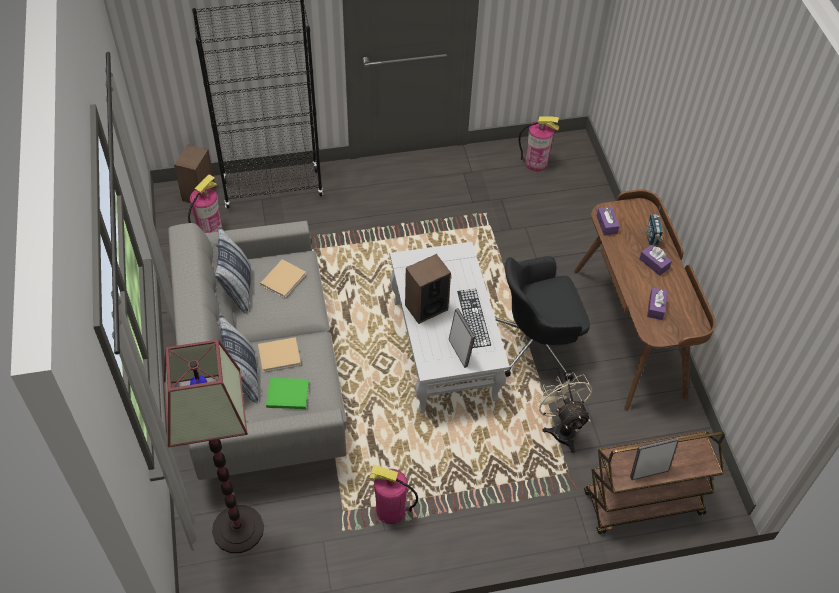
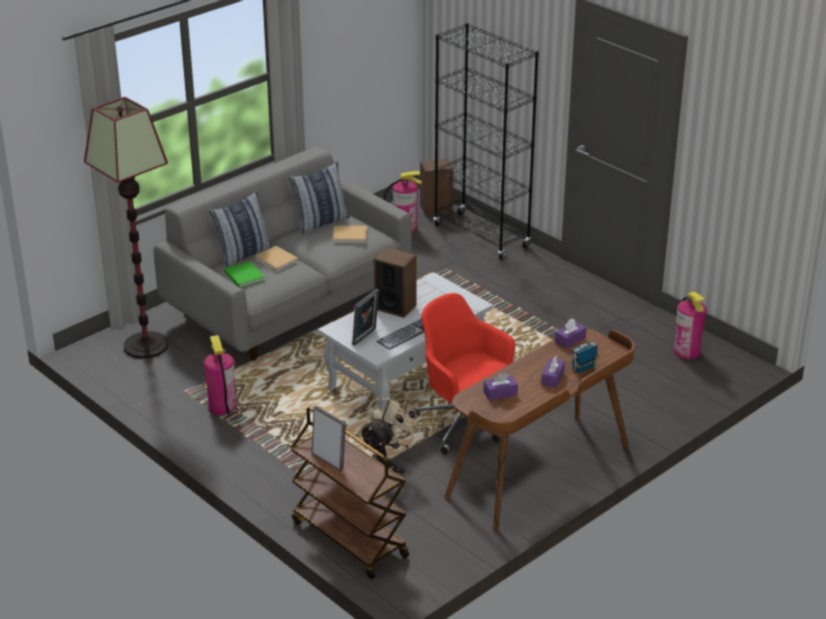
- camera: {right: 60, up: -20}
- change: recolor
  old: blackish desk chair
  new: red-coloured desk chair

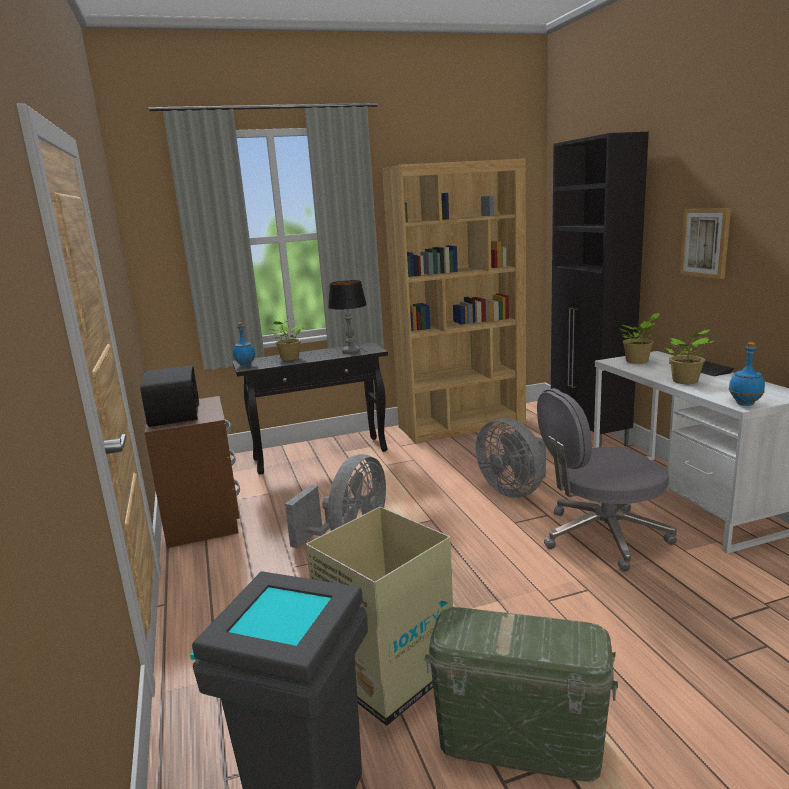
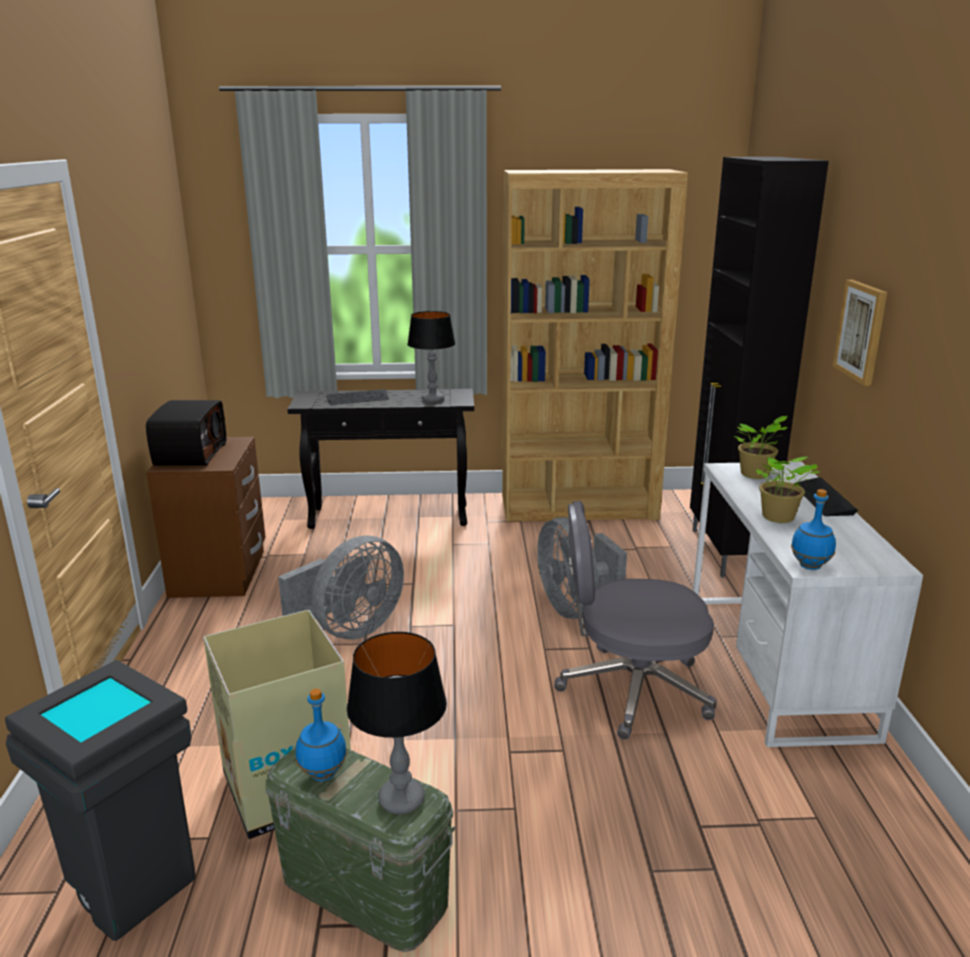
- camera: {right: 15, up: 5}
- change: move
  old: blue-coloured bottle (1st from left)
- change: replace
  old: potted plant (1st from left)
  new: computer keyboard (1st from left)
- change: insert
  new: lamp for a table (1st from left)

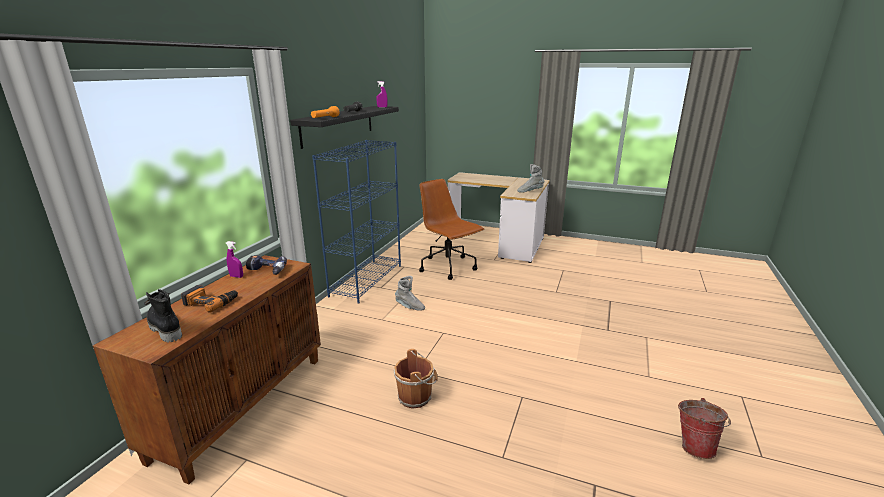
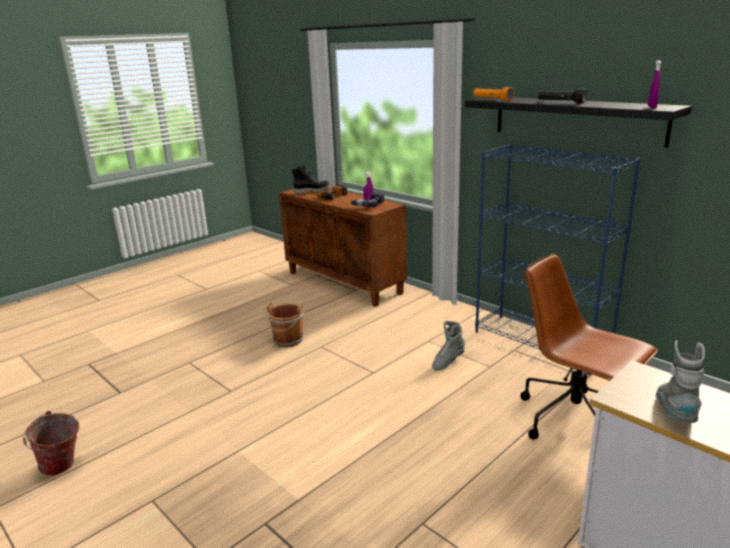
- camera: {right: 115, up: 0}
- change: rotate
  old: brown-coloured desk chair
  degrees: -120

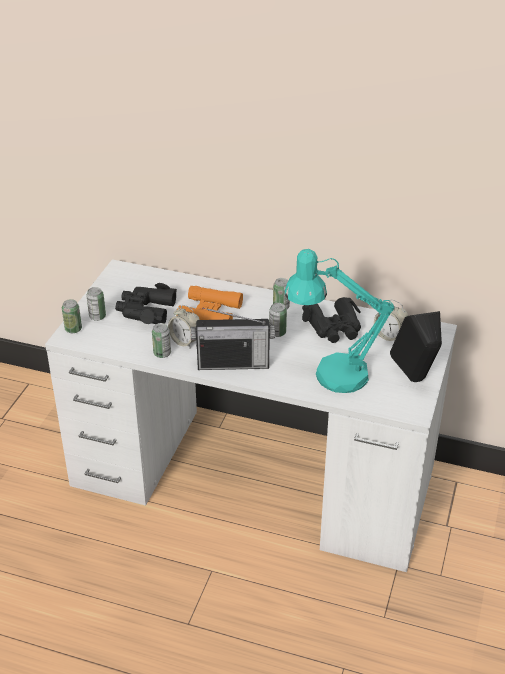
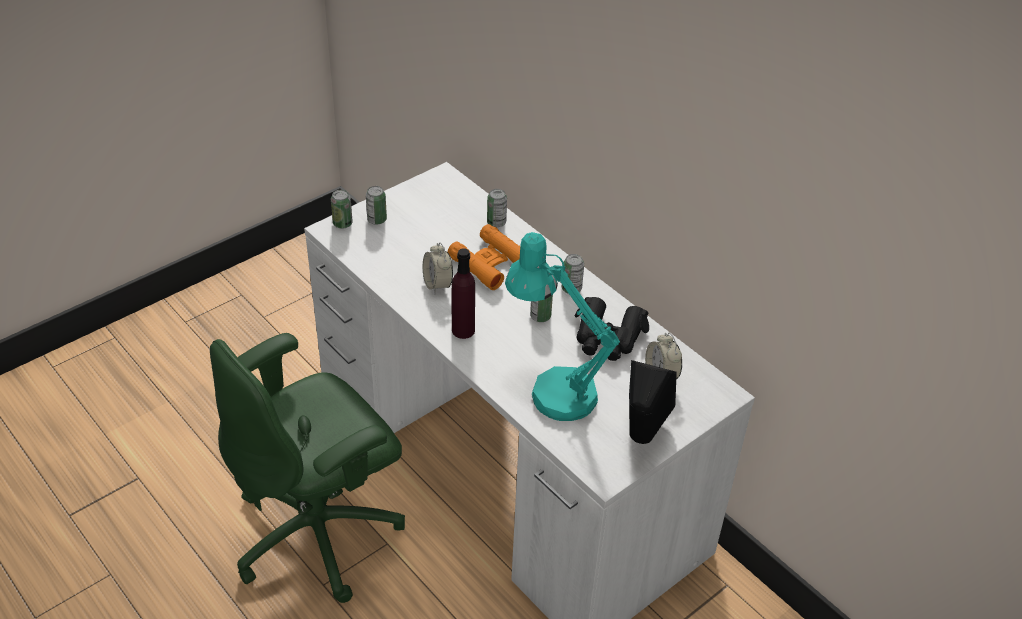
- camera: {right: 30, up: 5}
- change: delete
  old: blackish binoculars (1st from left)
- change: move
  old: metal can (3rd from left)
- change: replace
  old: radio receiver
  new: purplish bottle
- change: insert
  new: green desk chair

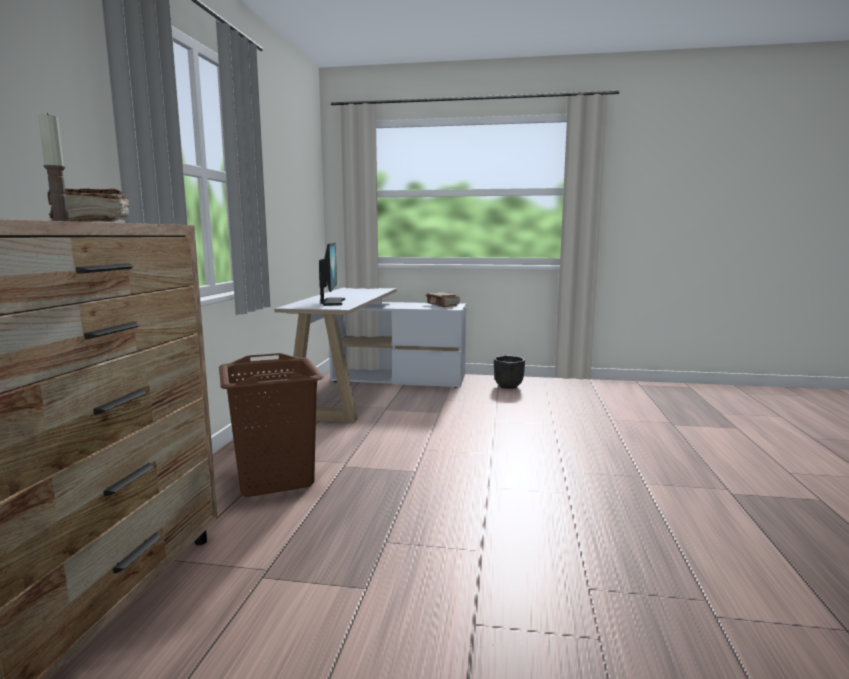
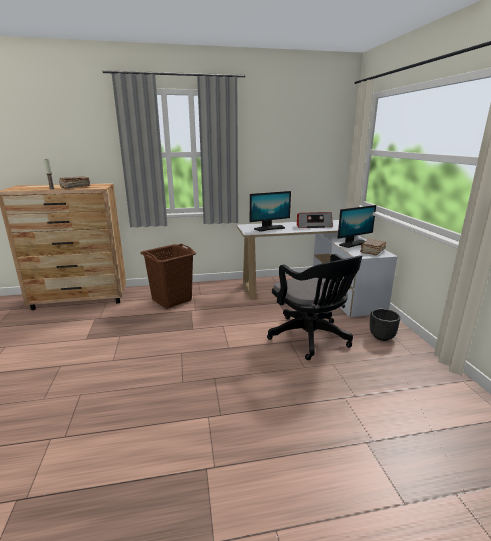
- camera: {right: 70, up: 10}
- change: insert
  new: blackish desk chair
- change: insert
  new: radio receiver
- change: insert
  new: monitor (2nd from left)

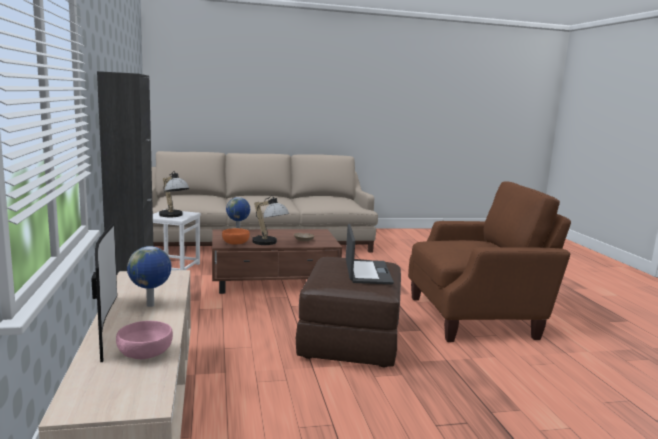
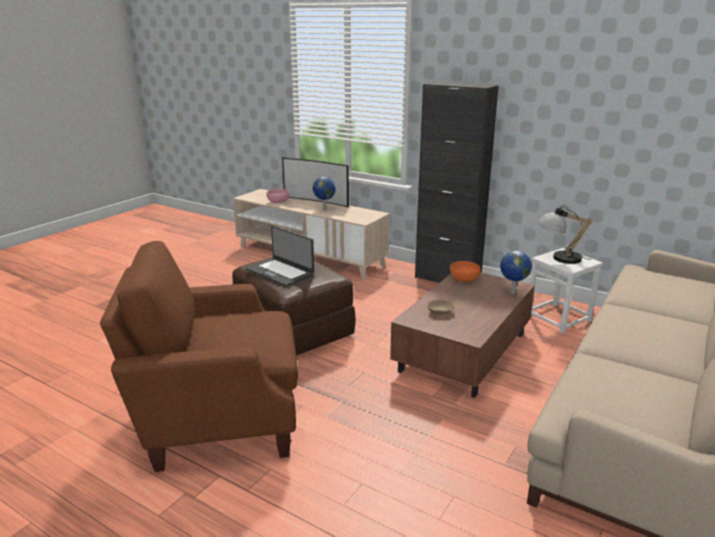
- camera: {right: 135, up: 10}
- change: delete
  old: lamp for a table (2nd from left)
- change: rotate
  old: brown-coloured armchair
  degrees: 45

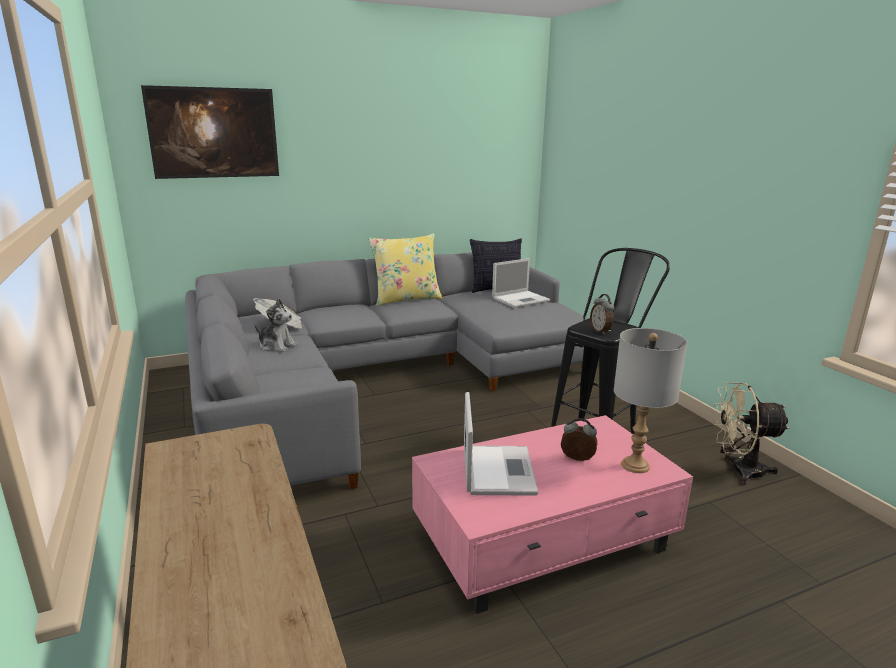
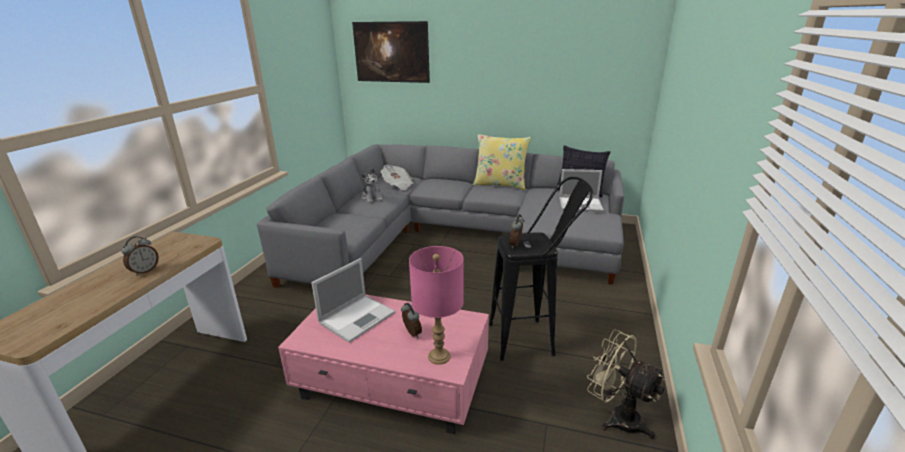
- camera: {right: 40, up: 5}
- change: recolor
  old: gray lamp for a table
  new: pinkish lamp for a table
- change: insert
  new: bedside clock (1st from left)

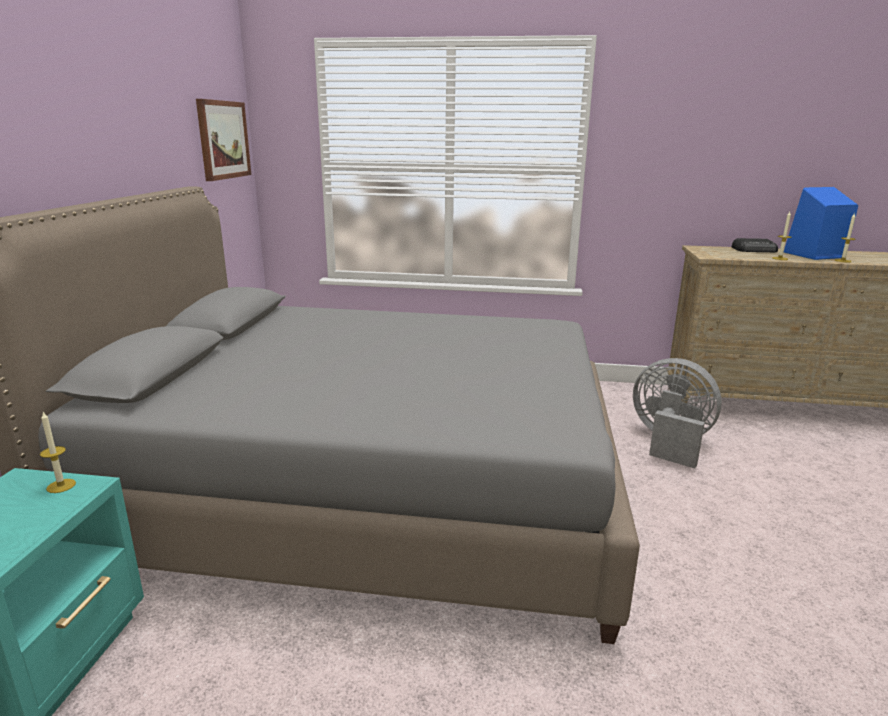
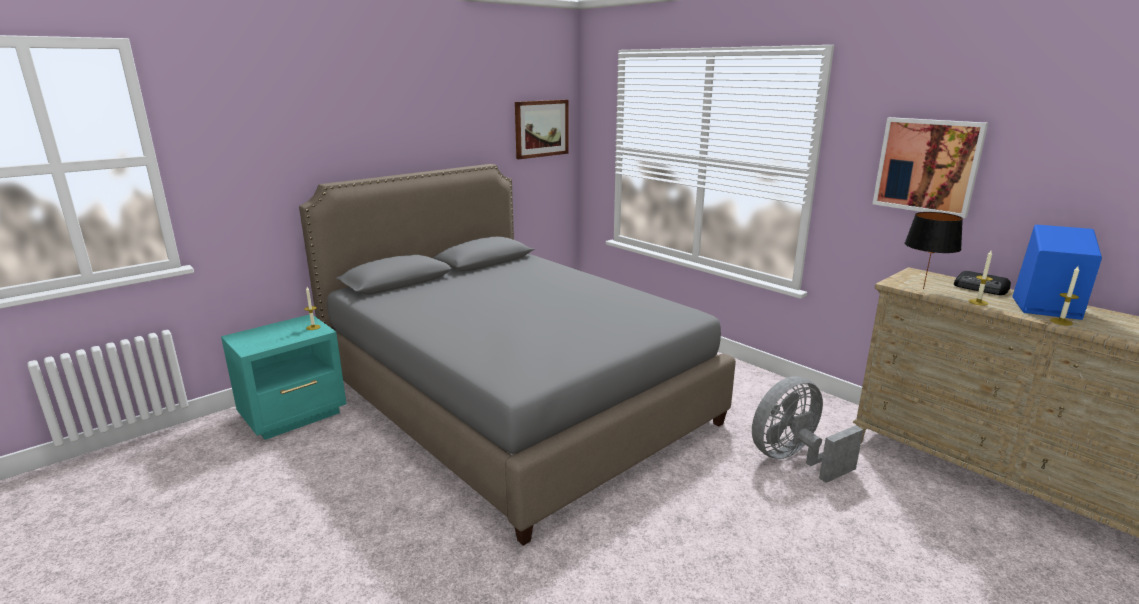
- camera: {right: 40, up: 0}
- change: rotate
  old: gray cooling fan
  degrees: -105
- change: insert
  new: wall picture (2nd from left)
- change: insert
  new: blackish lamp for a table

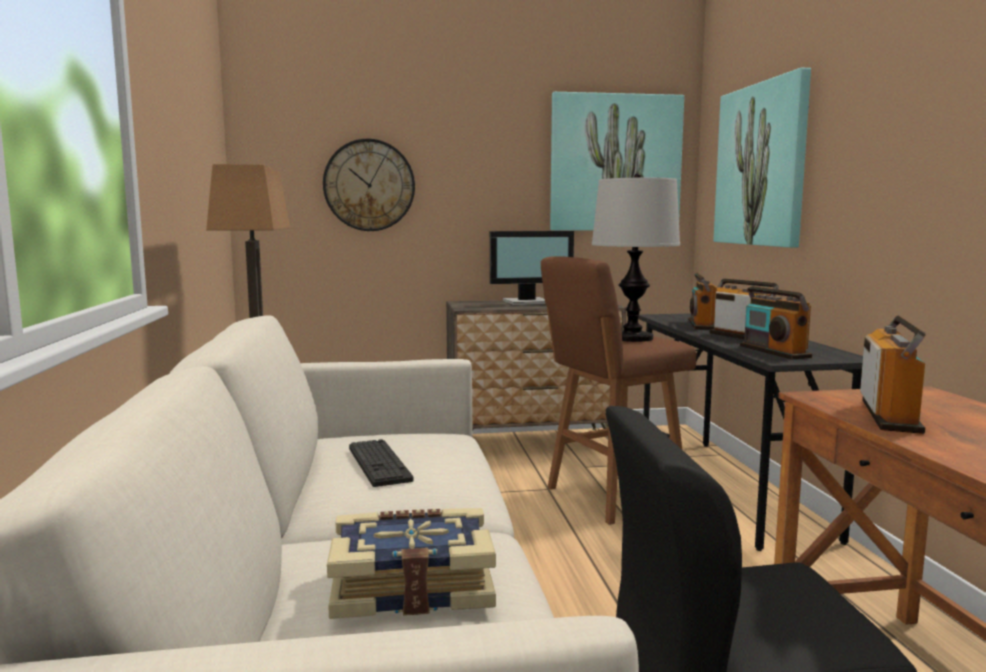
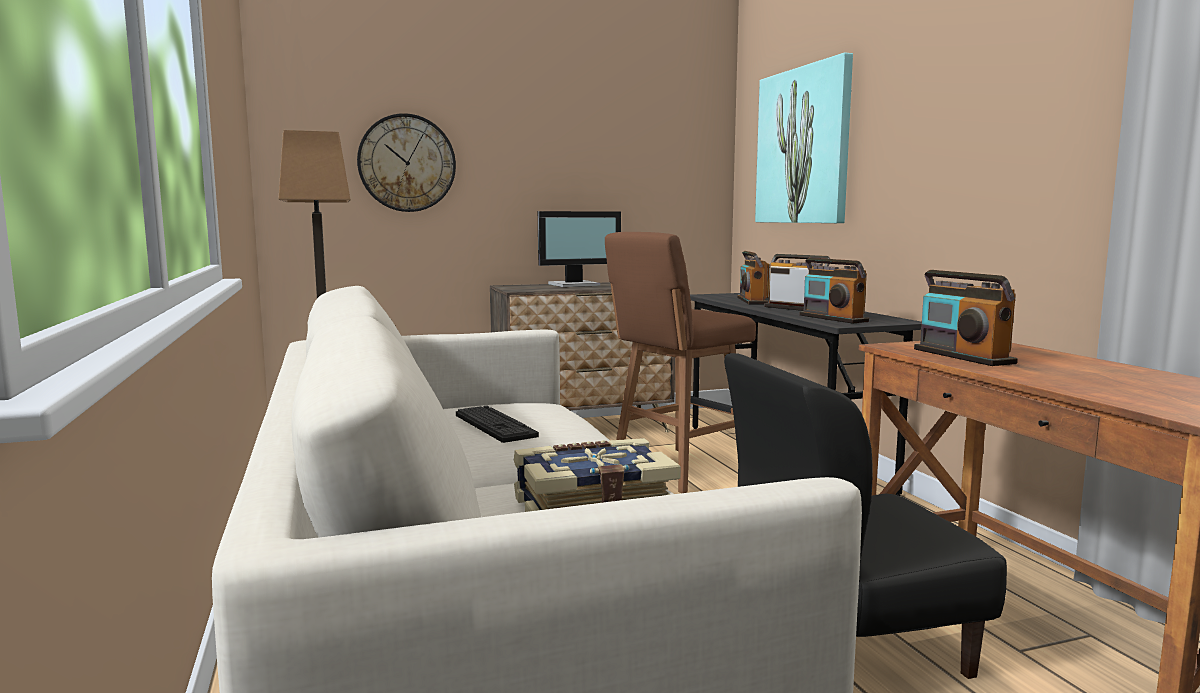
- camera: {right: -10, up: 0}
- change: delete
  old: wall picture (1st from left)
- change: delete
  old: lamp for a table
- change: rotate
  old: radio receiver (4th from left)
  degrees: 150

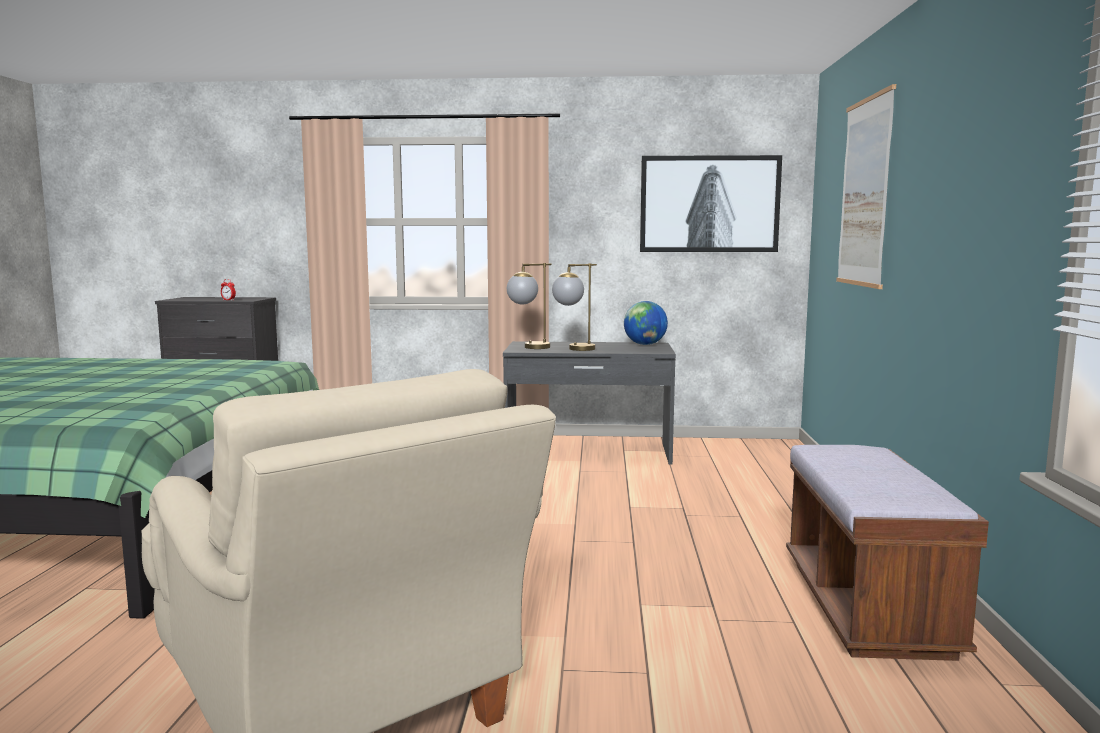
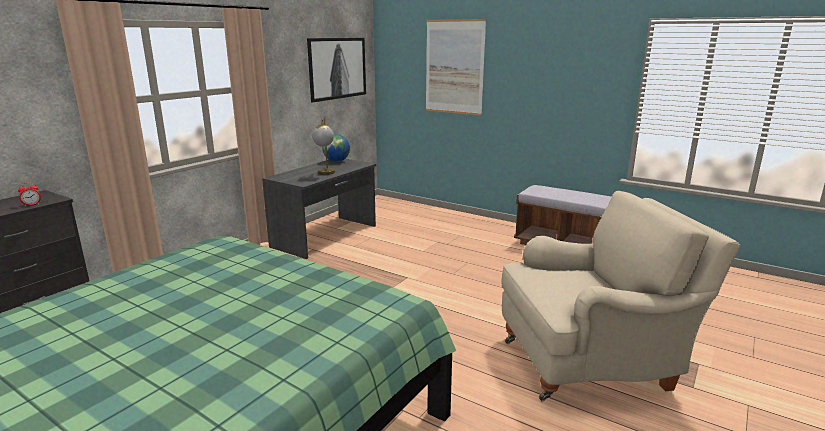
- camera: {right: -60, up: 10}
- change: delete
  old: lamp for a table (1st from left)

